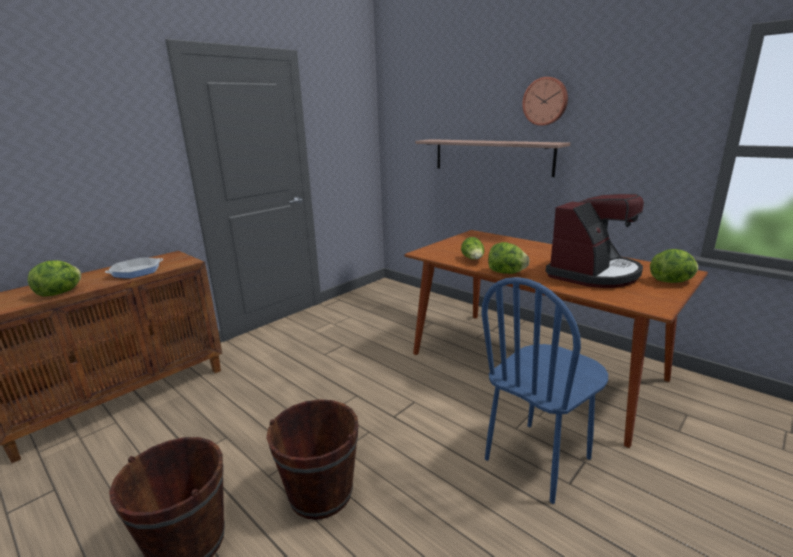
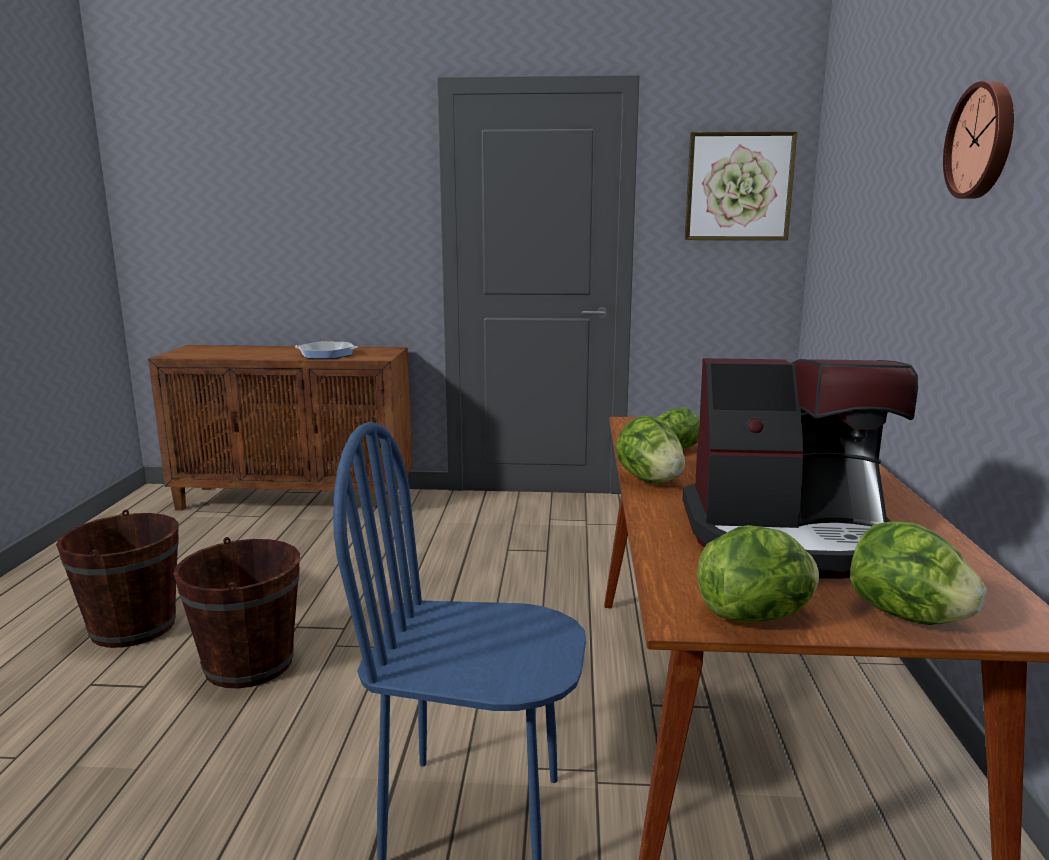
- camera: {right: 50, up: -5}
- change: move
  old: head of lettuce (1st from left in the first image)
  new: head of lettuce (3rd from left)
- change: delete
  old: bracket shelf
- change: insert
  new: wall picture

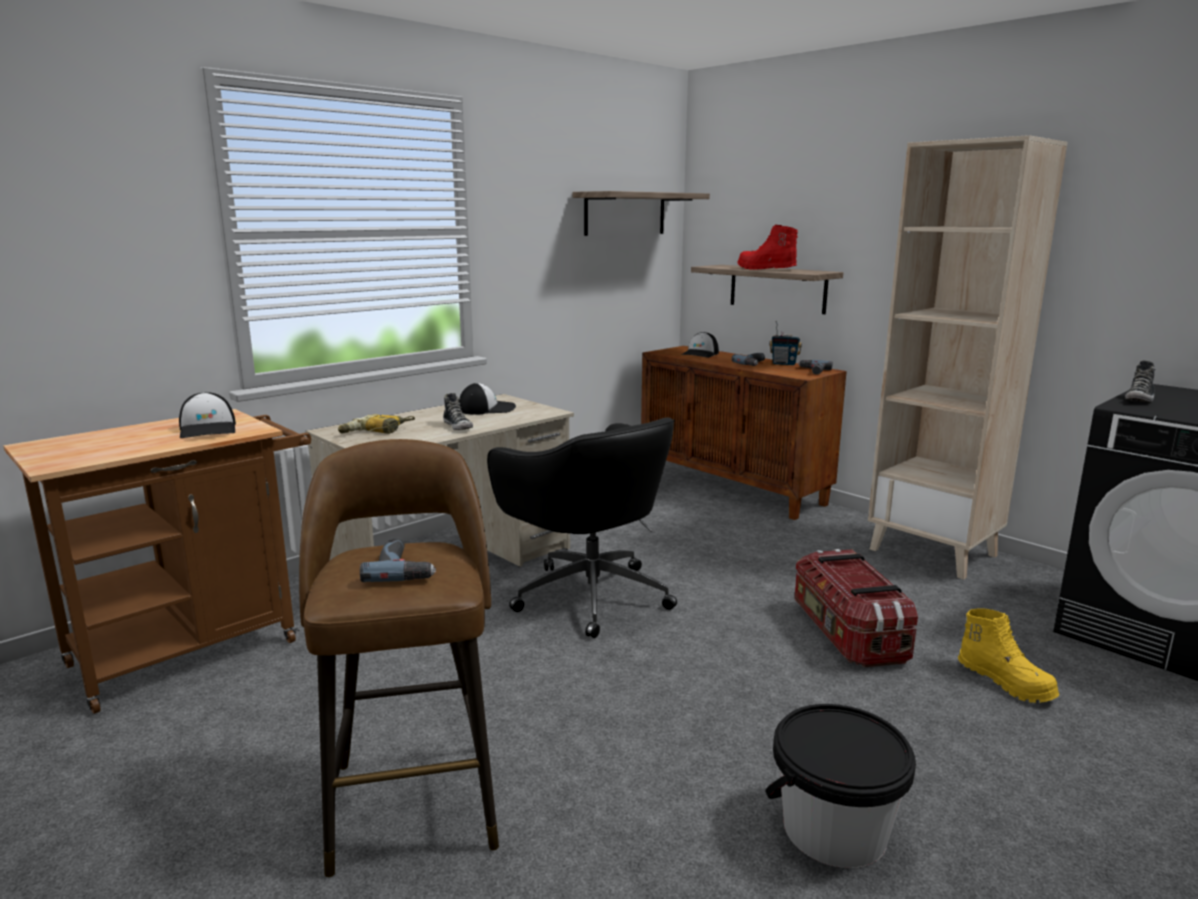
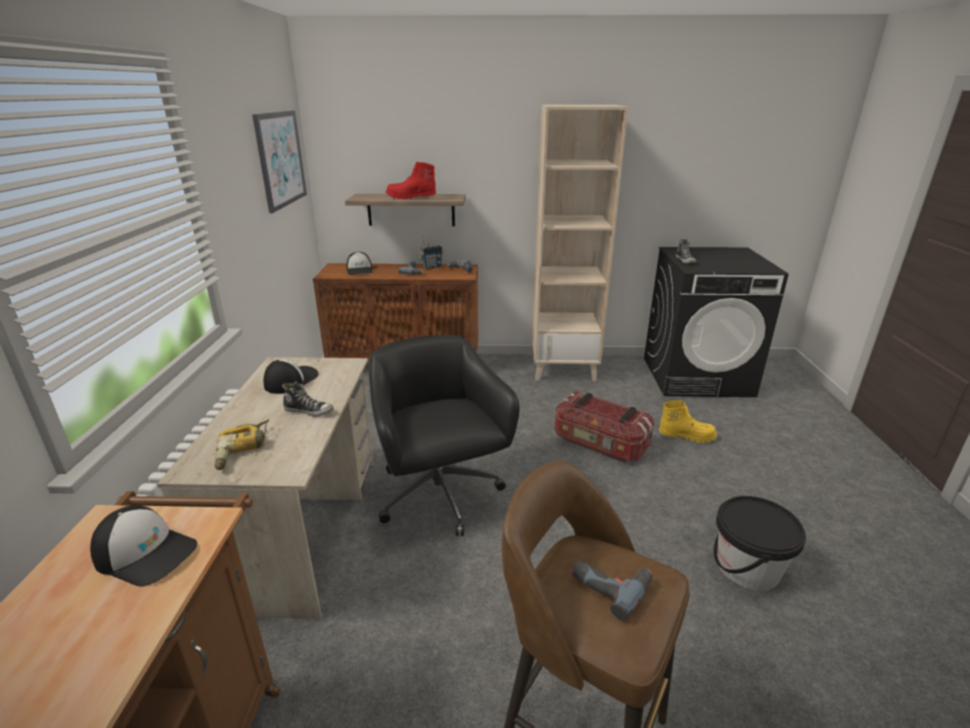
- camera: {right: -45, up: 10}
- change: rotate
  old: blackish desk chair
  degrees: -120
- change: replace
  old: bracket shelf (1st from left)
  new: wall picture

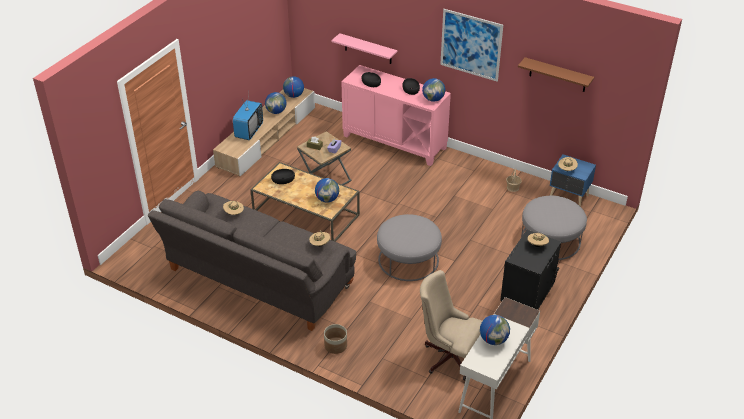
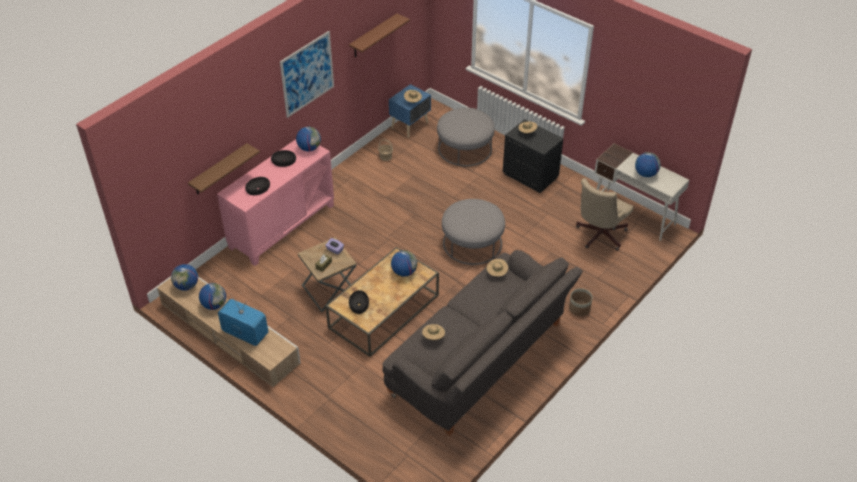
- camera: {right: -80, up: 5}
- change: recolor
  old: pinkish bracket shelf
  new: brown-coloured bracket shelf (1st from left)

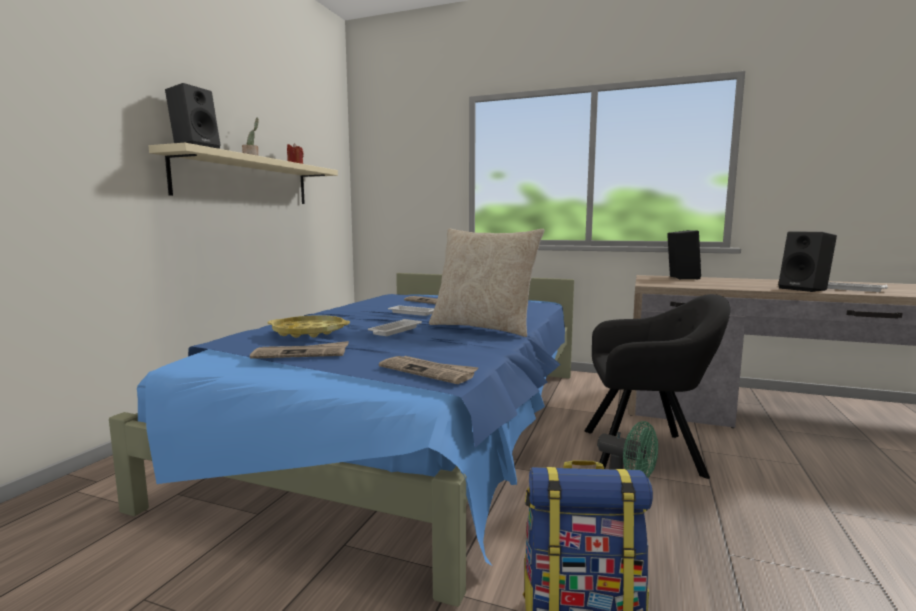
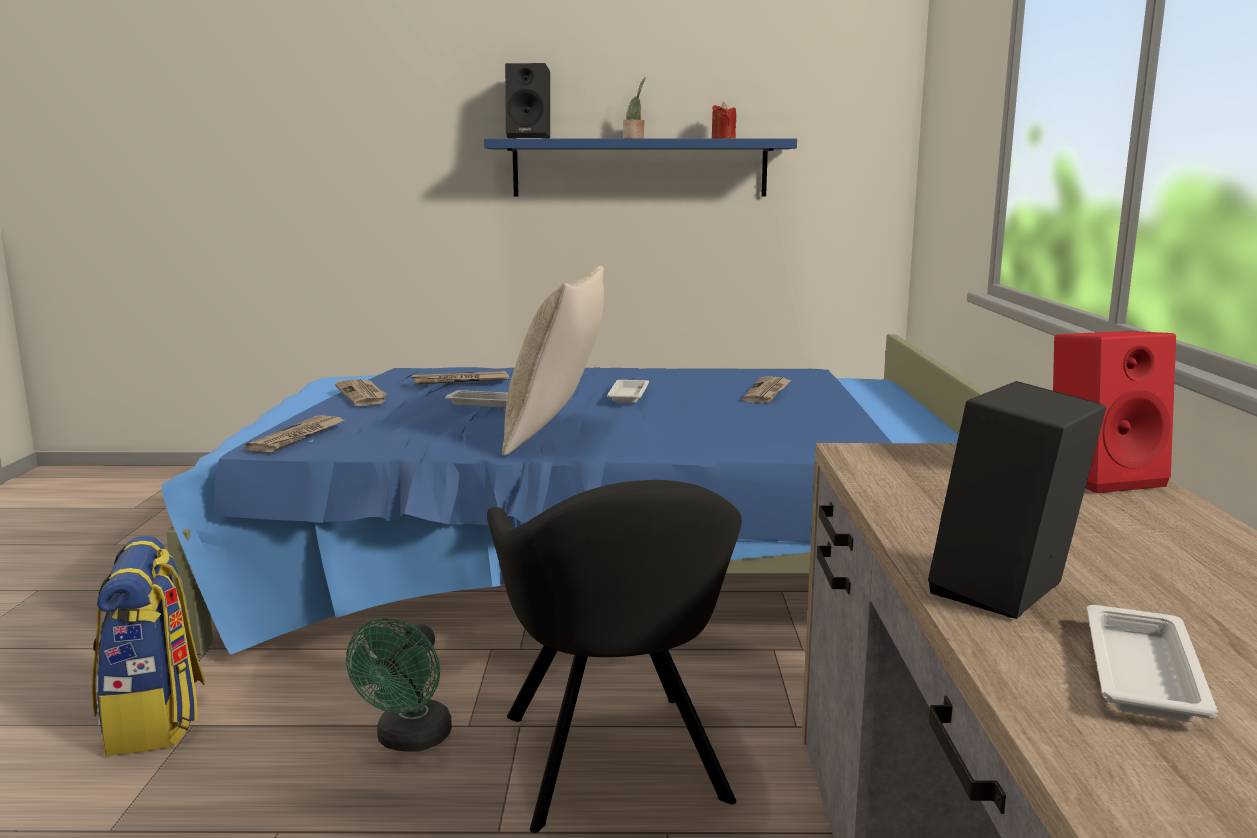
- camera: {right: 70, up: 5}
- change: recolor
  old: beige-coloured bracket shelf
  new: blue-coloured bracket shelf
- change: replace
  old: yellow-coloured serving tray
  new: daily paper (3rd from left)
- change: recolor
  old: blackish loudspeaker (2nd from left)
  new: red-coloured loudspeaker

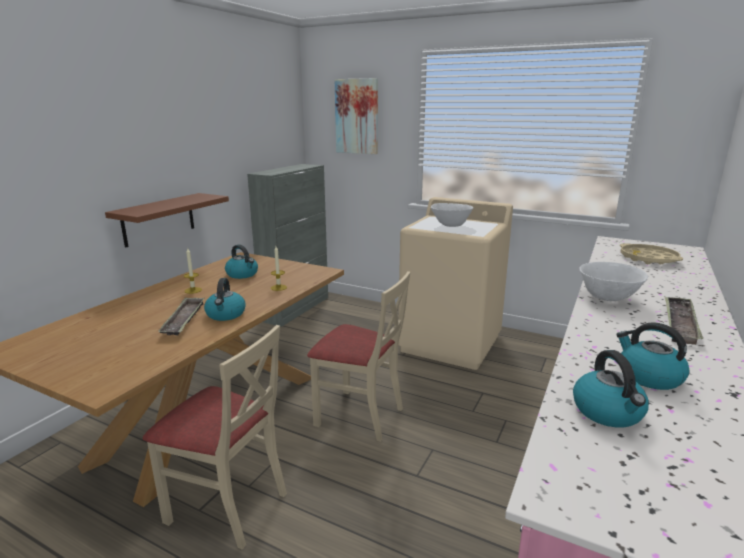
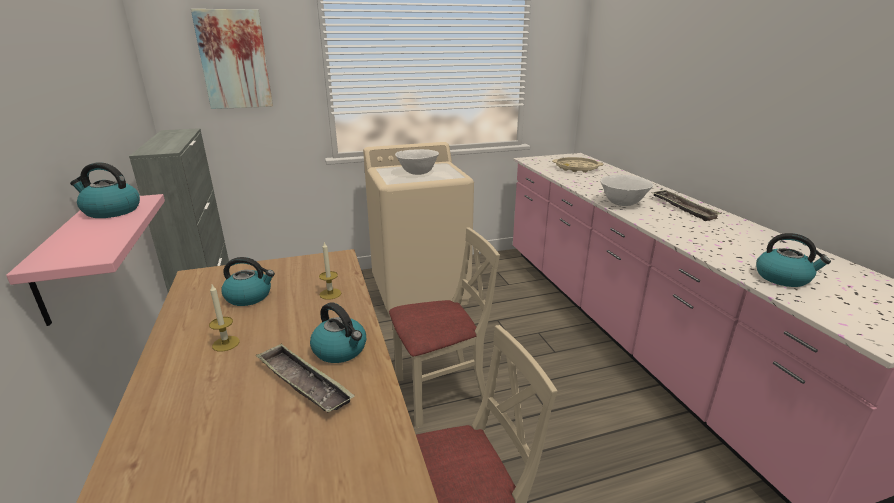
- camera: {right: -45, up: 5}
- change: recolor
  old: brown-coloured bracket shelf
  new: pinkish bracket shelf
- change: move
  old: kettle (4th from left in the first image)
  new: kettle (1st from left)

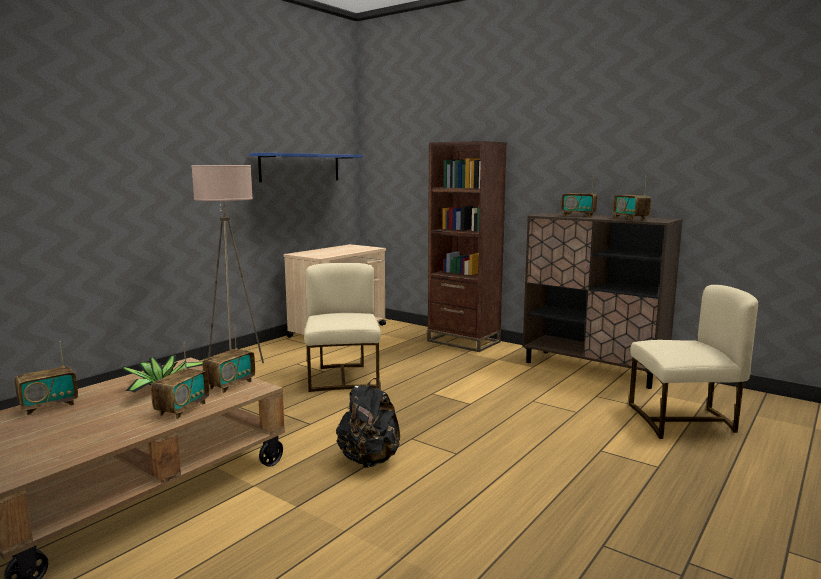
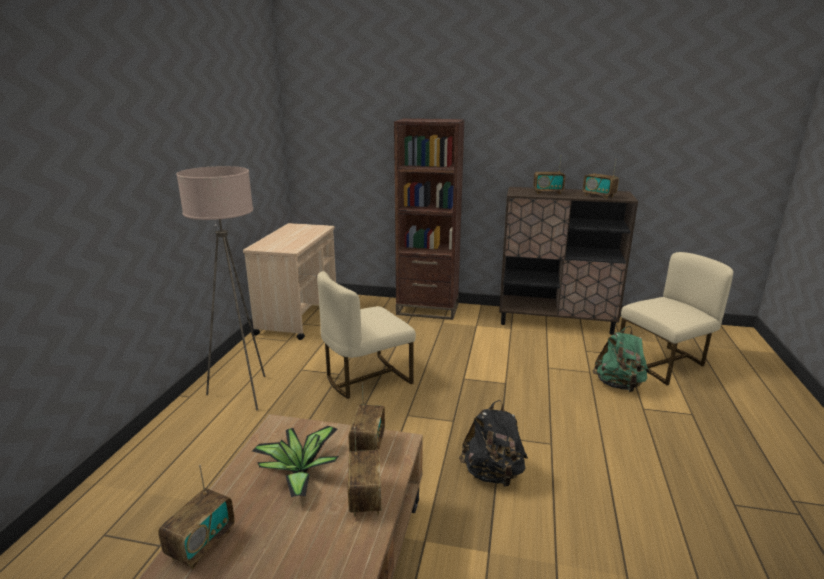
- camera: {right: -25, up: 10}
- change: delete
  old: blue-coloured bracket shelf
- change: rotate
  old: beige-coloured chair (1st from left)
  degrees: -90
- change: insert
  new: green knapsack

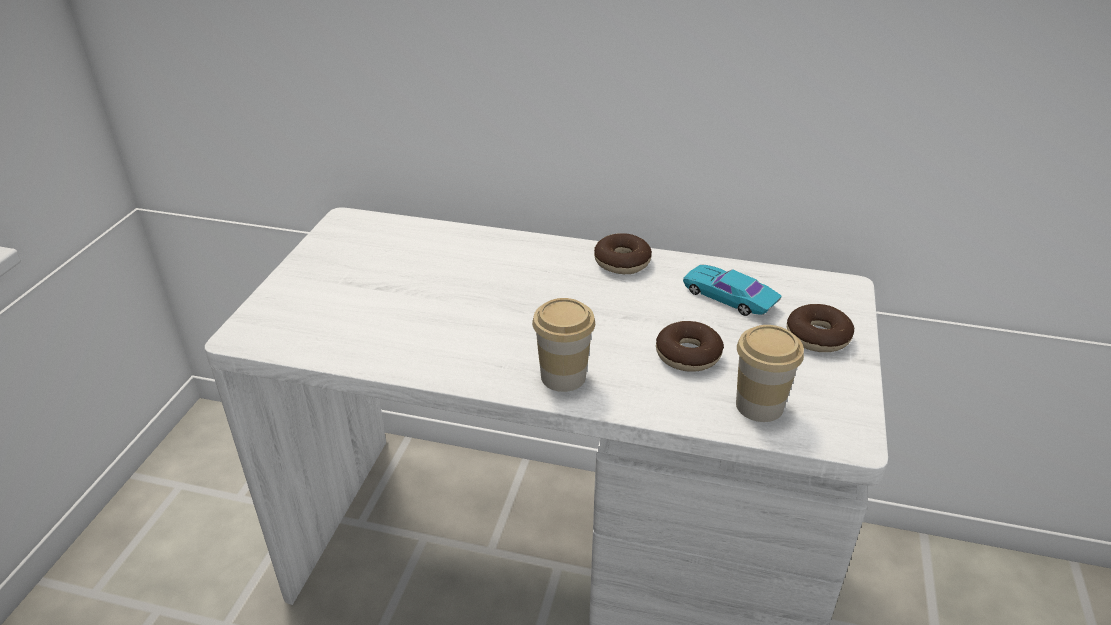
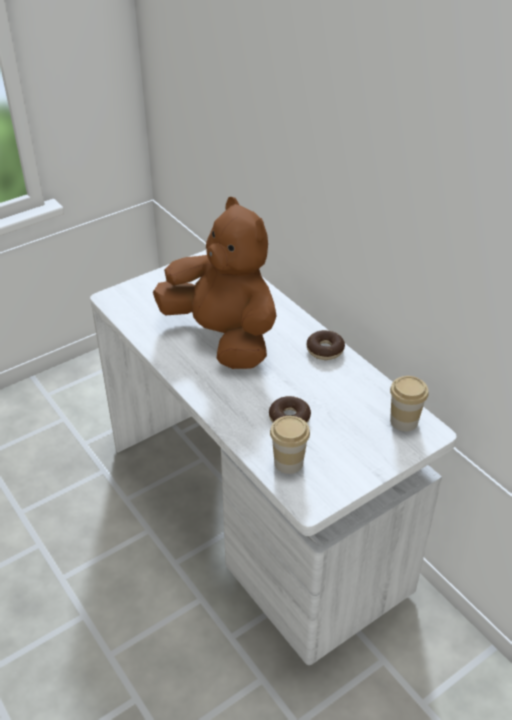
- camera: {right: 40, up: 5}
- change: move
  old: cup (1st from left in the first image)
  new: cup (2nd from left)
- change: delete
  old: blue-green miniature car
- change: delete
  old: ring doughnut (3rd from left)
- change: insert
  new: brown-coloured soft toy

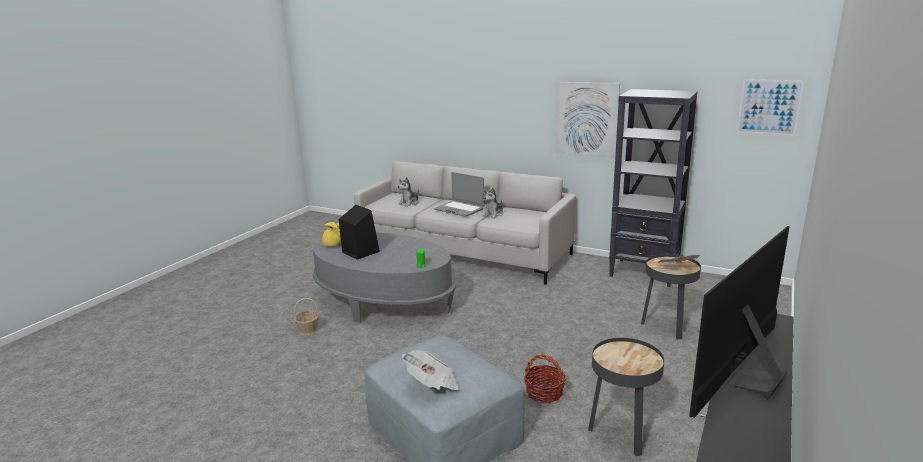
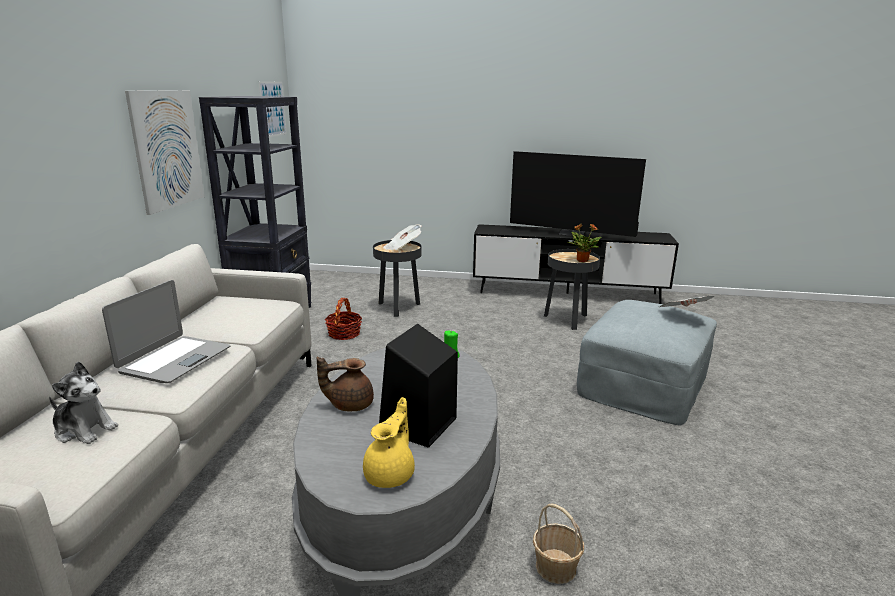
- camera: {right: -110, up: 0}
- change: delete
  old: soft toy (2nd from left)
- change: move
  old: household basket (2nd from left in the first image)
  new: household basket (1st from left)
- change: insert
  new: brown-coloured tea pot
- change: insert
  new: potted plant

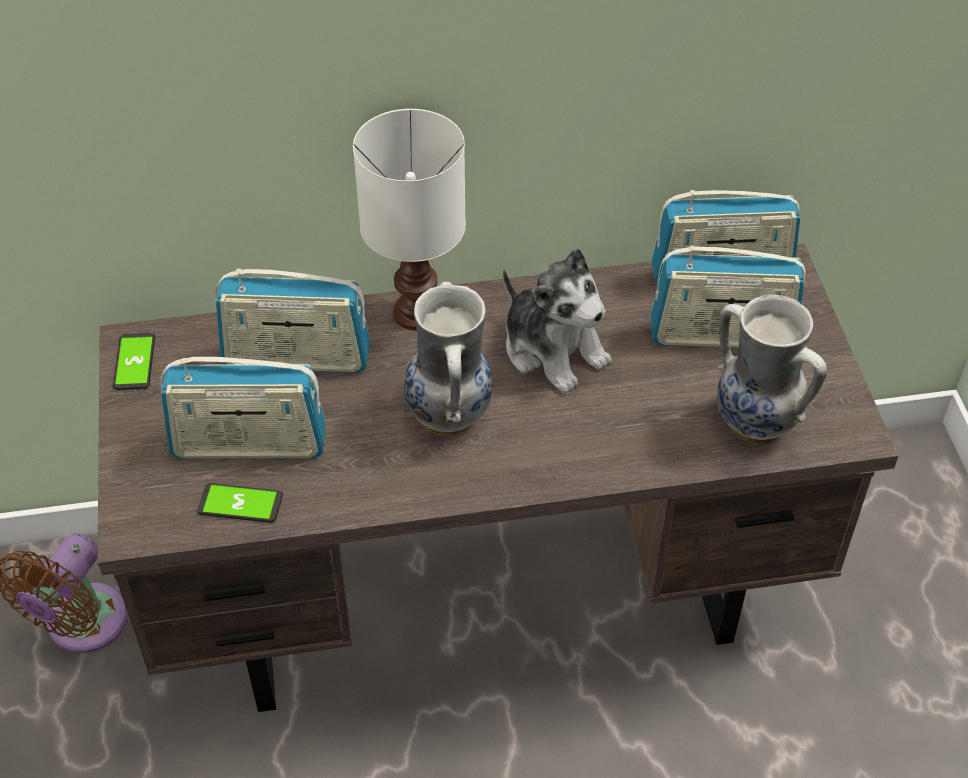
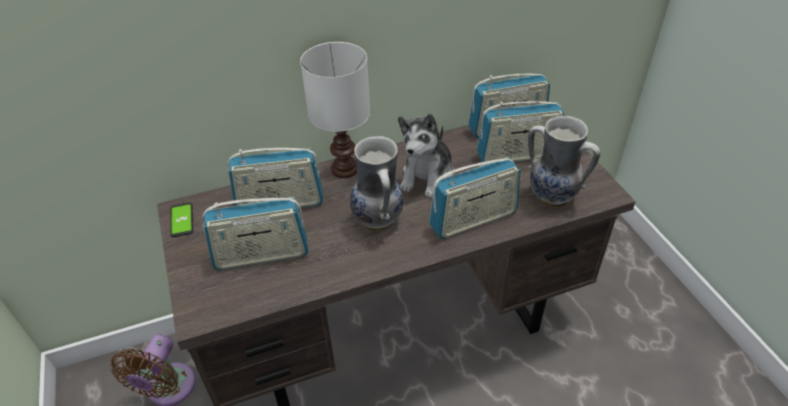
- camera: {right: -10, up: -5}
- change: delete
  old: phone (2nd from left)
- change: rotate
  old: soft toy
  degrees: 75
- change: insert
  new: radio receiver (3rd from left)

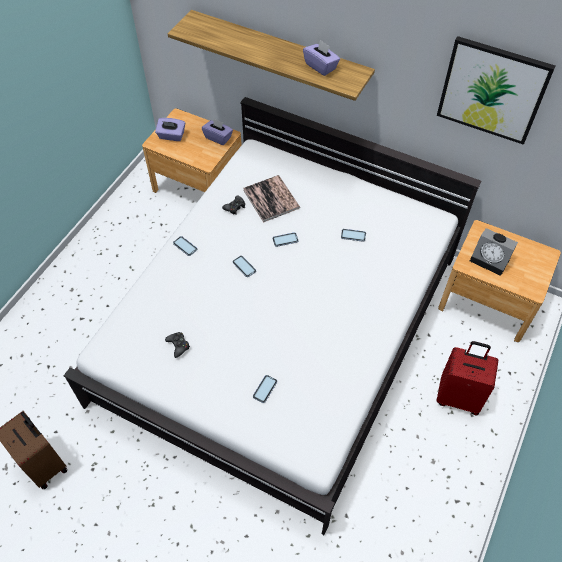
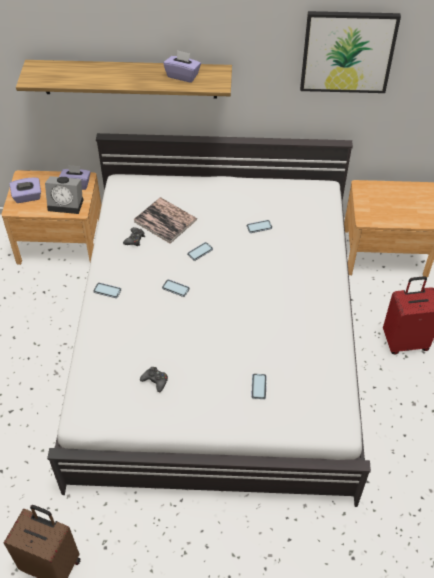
- camera: {right: -25, up: -5}
- change: move
  old: bedside clock

